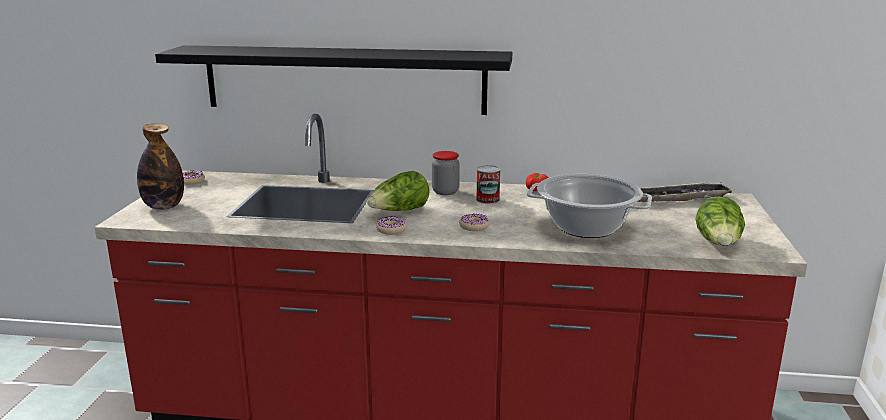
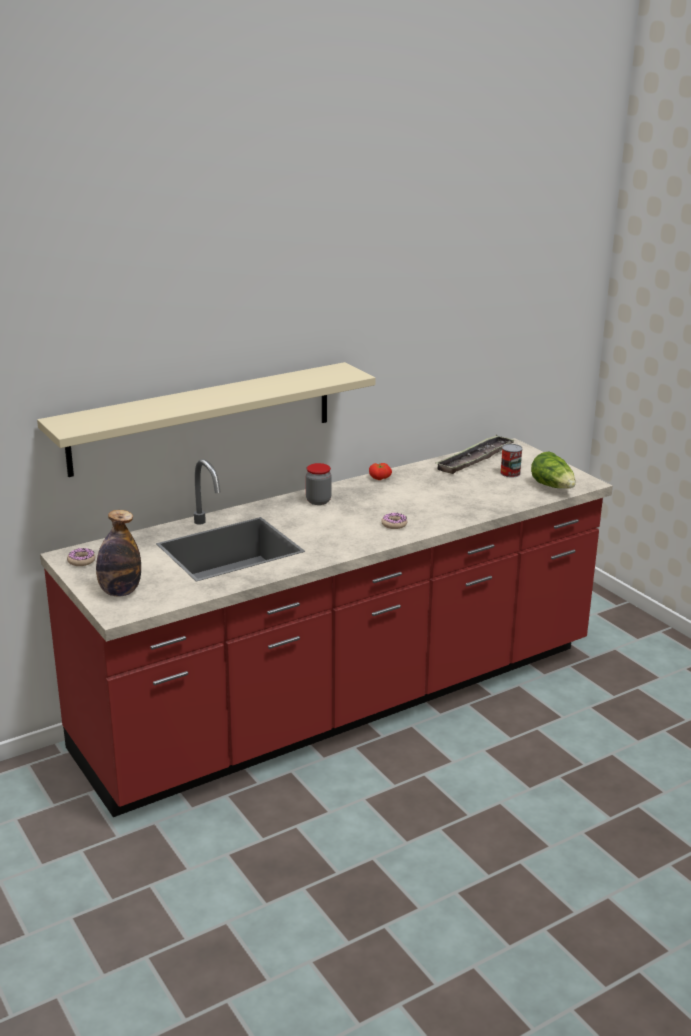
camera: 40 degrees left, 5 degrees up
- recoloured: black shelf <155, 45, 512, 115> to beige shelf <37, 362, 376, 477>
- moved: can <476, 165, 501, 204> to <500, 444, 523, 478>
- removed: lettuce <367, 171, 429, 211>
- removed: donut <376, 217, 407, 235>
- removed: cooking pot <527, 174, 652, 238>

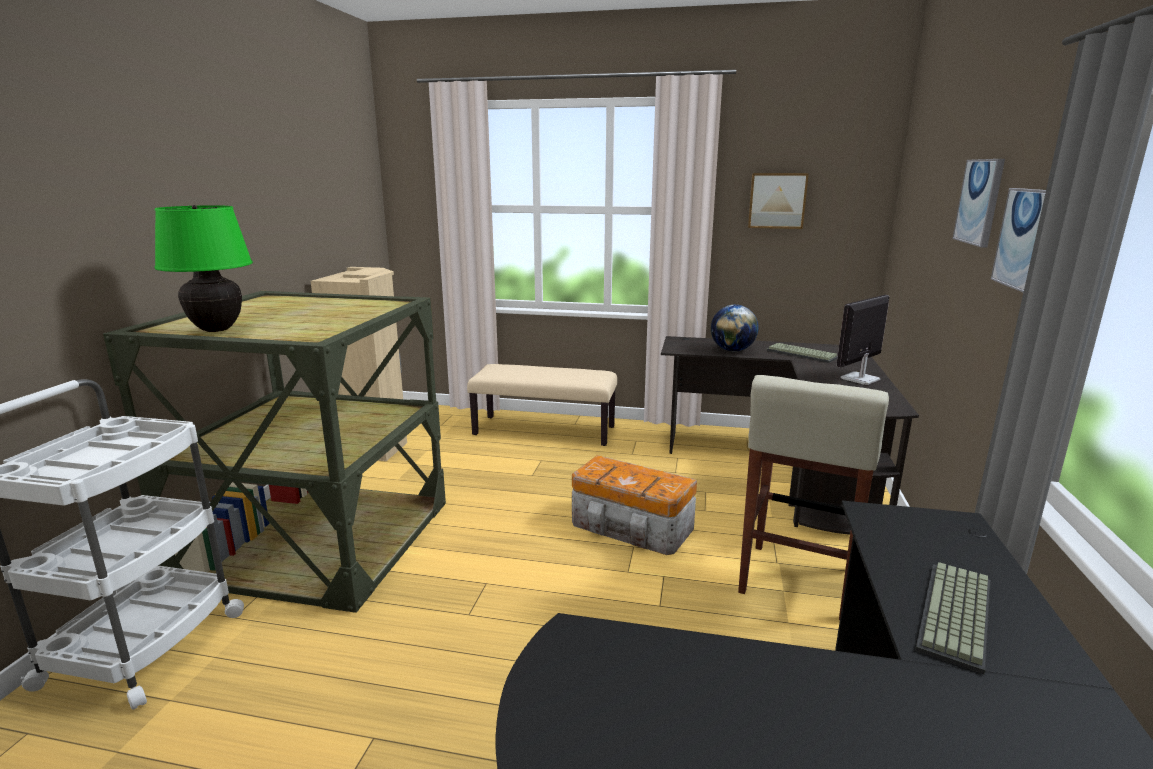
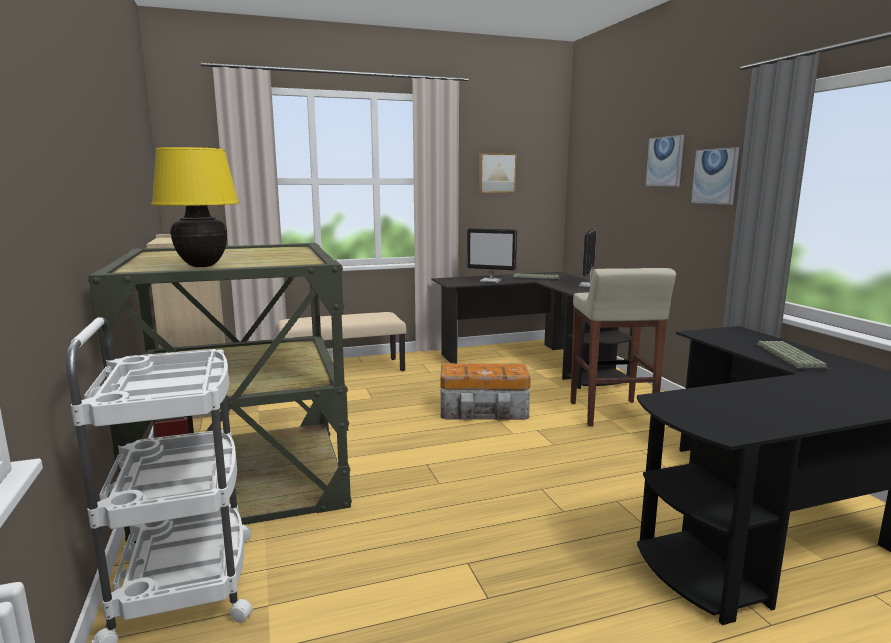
camera: 30 degrees left, 5 degrees down
- recoloured: green table lamp <154, 205, 253, 332> to yellow table lamp <151, 147, 239, 267>
- replaced: globe <711, 305, 759, 351> to monitor <467, 228, 517, 283>

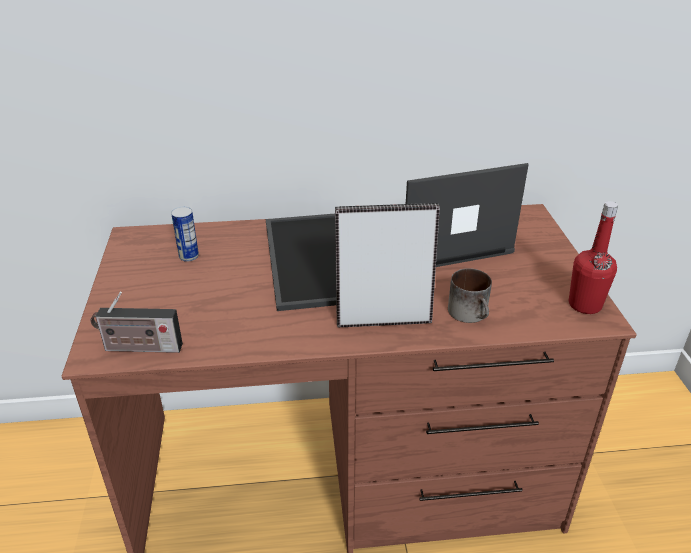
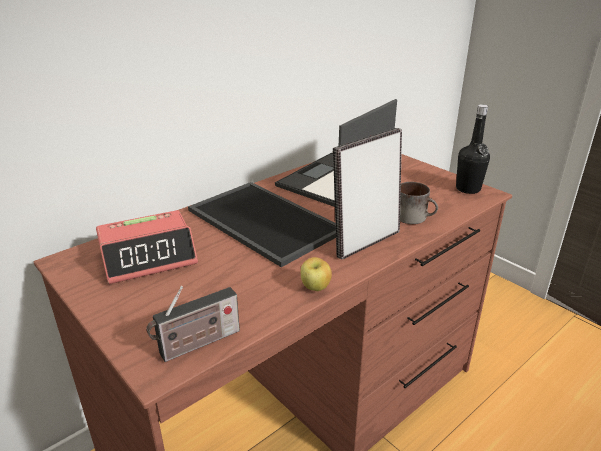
camera: 35 degrees left, 5 degrees down
- replaced: can <171, 207, 199, 262> to alarm clock <96, 210, 198, 284>
- added: apple <301, 257, 332, 291>
- recoloured: red bottle <569, 201, 618, 314> to black bottle <456, 104, 490, 194>

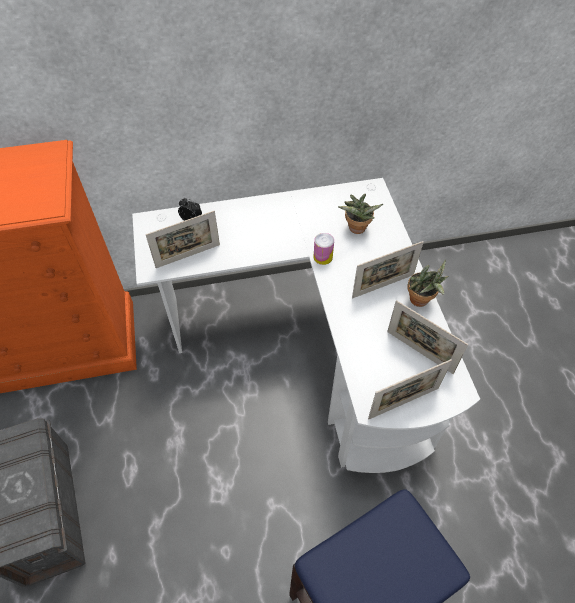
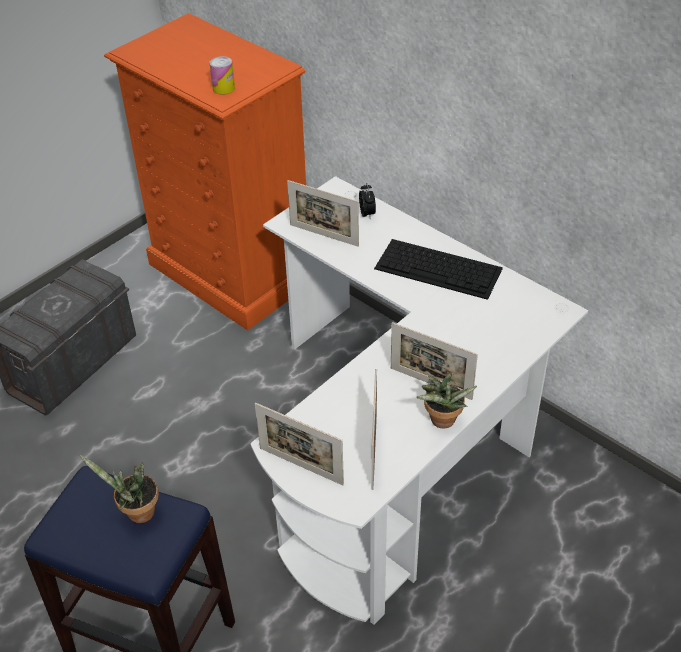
camera: 55 degrees right, 10 degrees down
- moved: potted plant <338, 194, 383, 234> to <80, 455, 159, 523>
- moved: can <314, 233, 334, 265> to <210, 56, 235, 95>
- added: keyboard <374, 239, 503, 300>

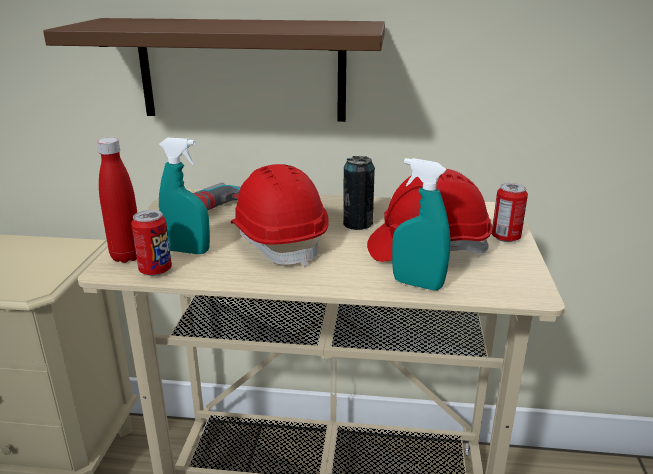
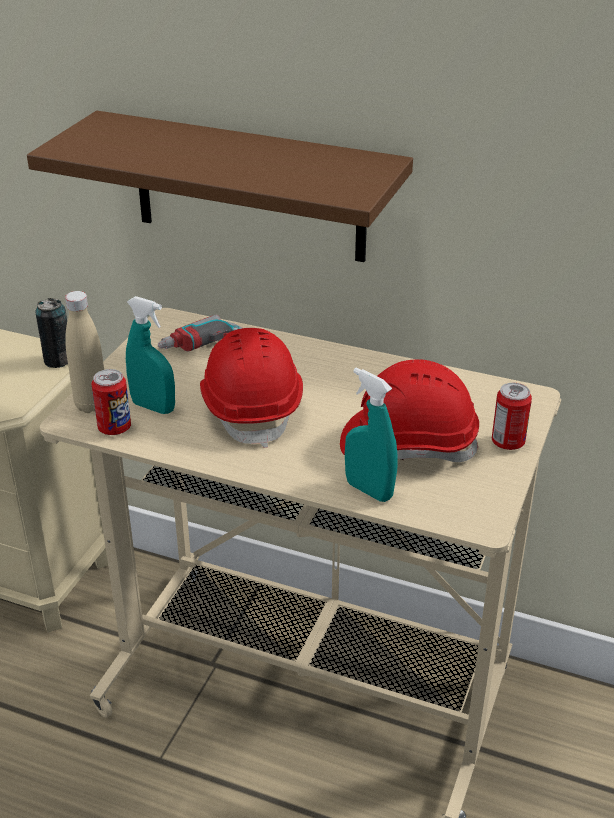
camera: 15 degrees right, 10 degrees up
- moved: can <343, 156, 375, 230> to <35, 298, 68, 368>
- recoloured: red bottle <97, 138, 137, 263> to beige bottle <65, 291, 104, 413>

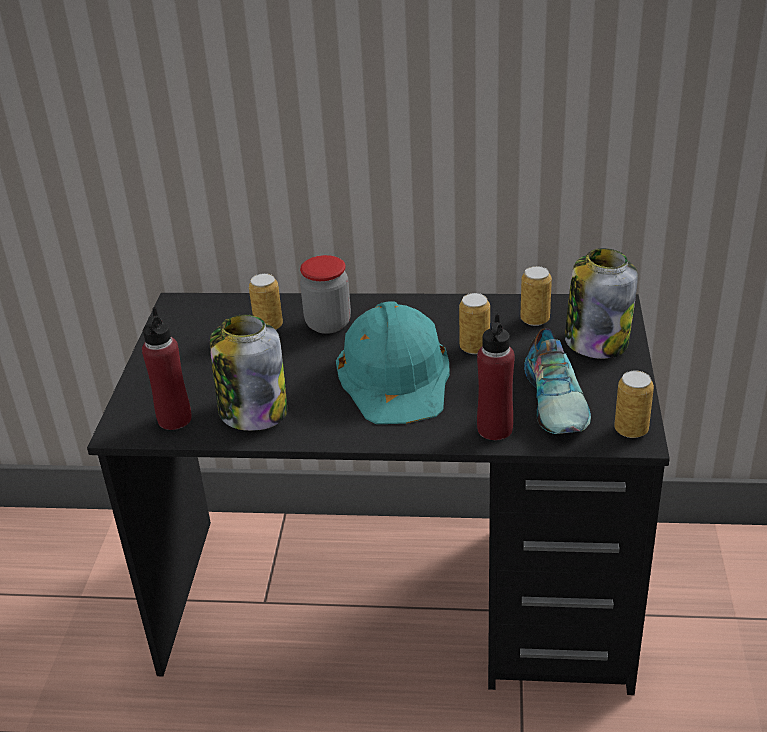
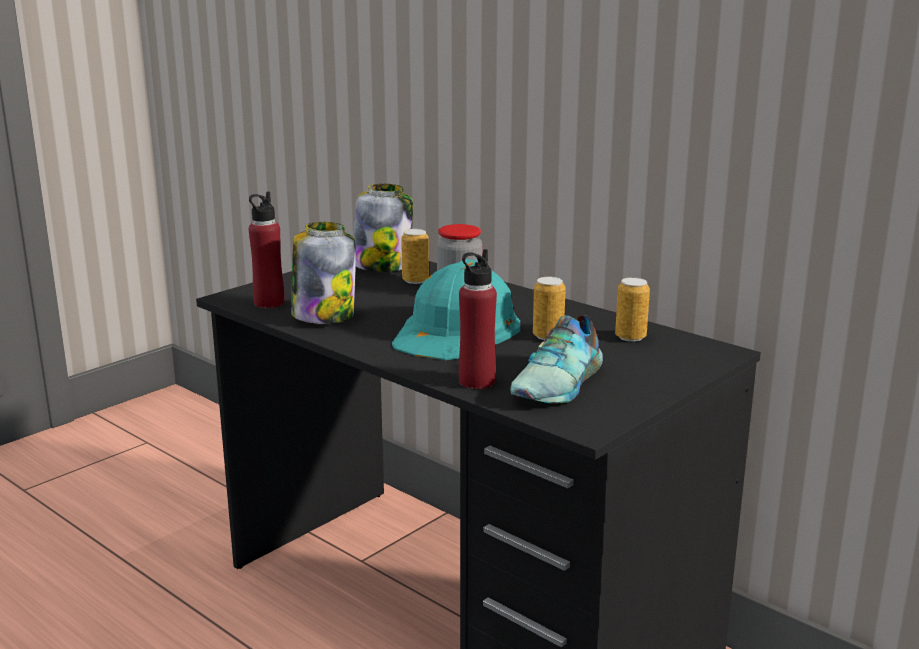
camera: 35 degrees right, 15 degrees down
- moved: jar <565, 248, 638, 359> to <354, 184, 413, 272>
- removed: can <614, 371, 654, 438>

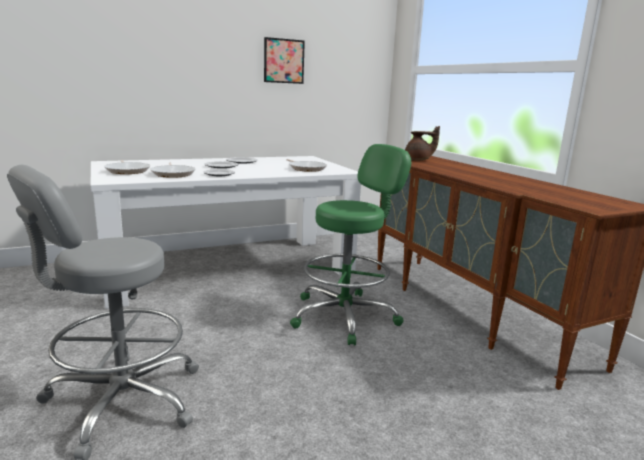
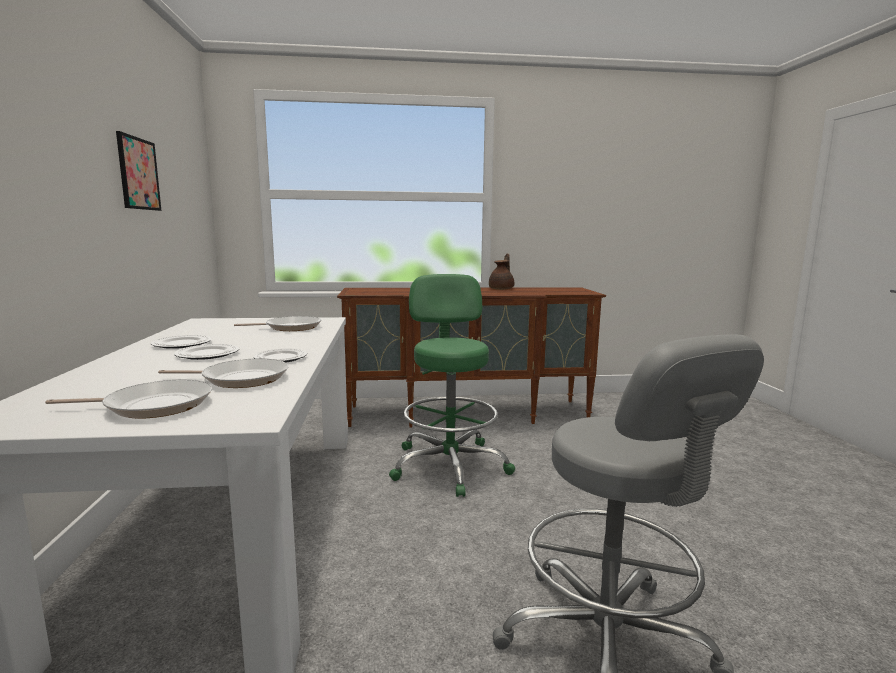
camera: 70 degrees left, 5 degrees down
- moved: brown teapot <405, 126, 440, 161> to <489, 254, 514, 290>

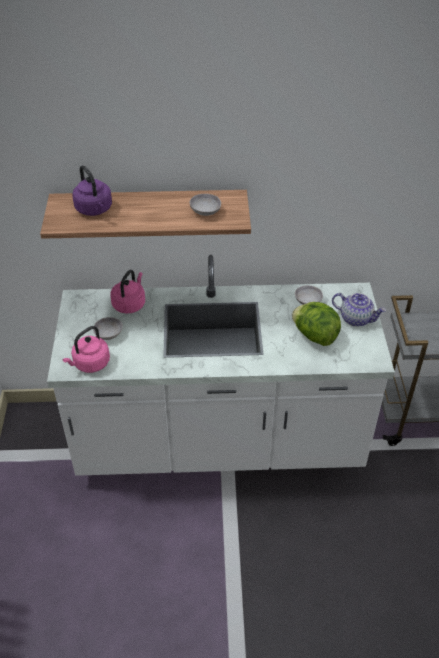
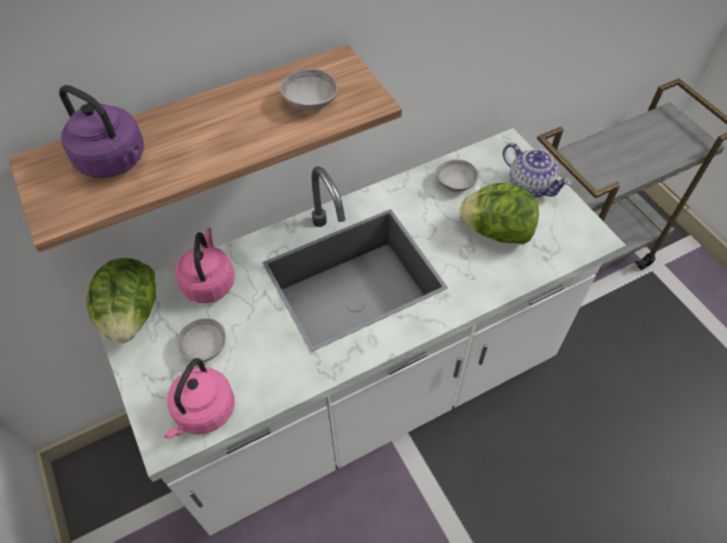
camera: 25 degrees left, 10 degrees up
- added: lettuce <86, 258, 156, 343>
- turned: teapot <332, 293, 386, 327> = <503, 143, 571, 198> 45 degrees clockwise

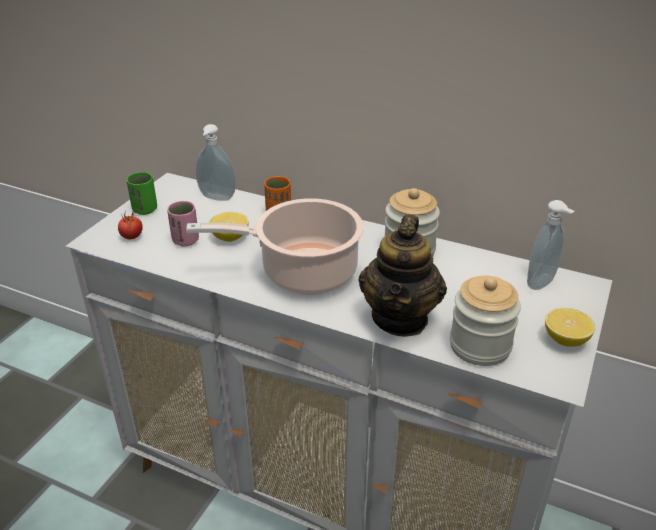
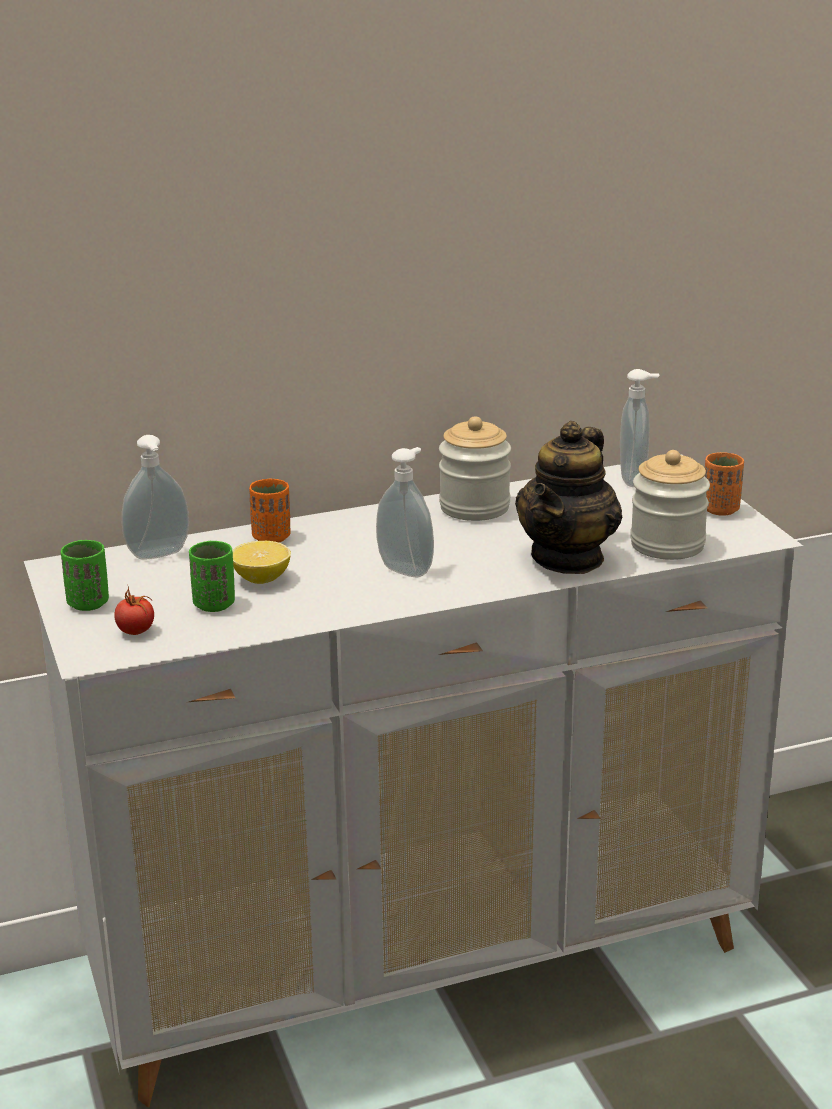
camera: 45 degrees left, 10 degrees down
- recoloured: pink cup <167, 201, 199, 246> to green cup <189, 540, 235, 612>
- replaced: cooking pot <186, 198, 364, 295> to soap dispenser <376, 447, 434, 577>
- turned: teapot <358, 215, 447, 337> = <515, 421, 622, 574> 60 degrees clockwise
- replaced: lemon <545, 308, 595, 346> to orange cup <705, 452, 744, 516>

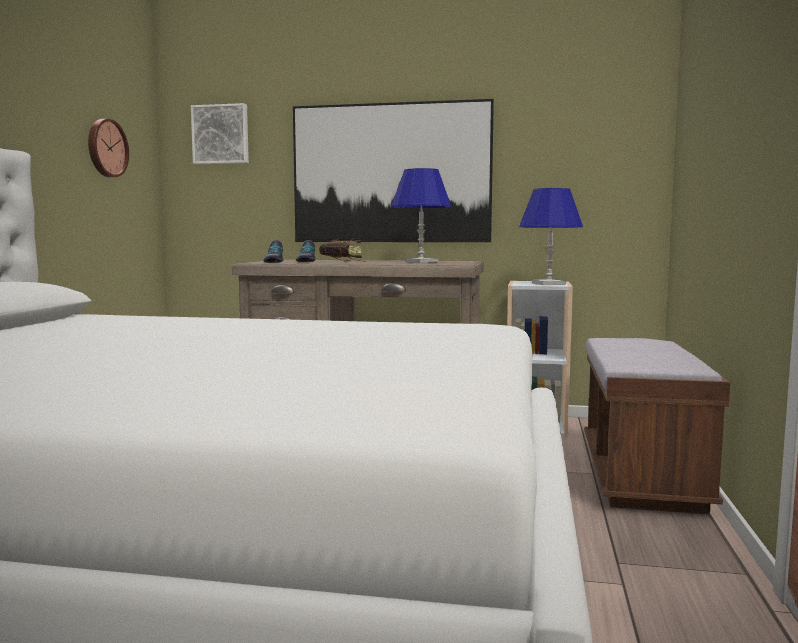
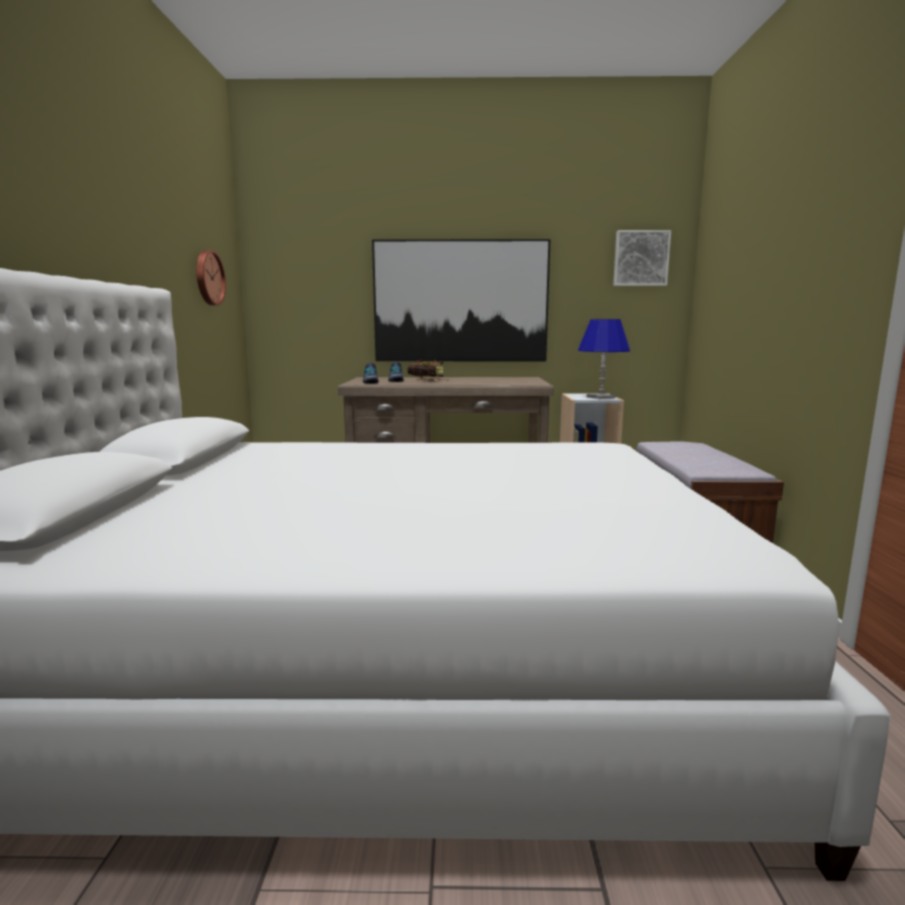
camera: 10 degrees left, 5 degrees up
- moved: picture <191, 103, 249, 164> to <613, 230, 671, 286>
- removed: blue table lamp <391, 168, 451, 263>

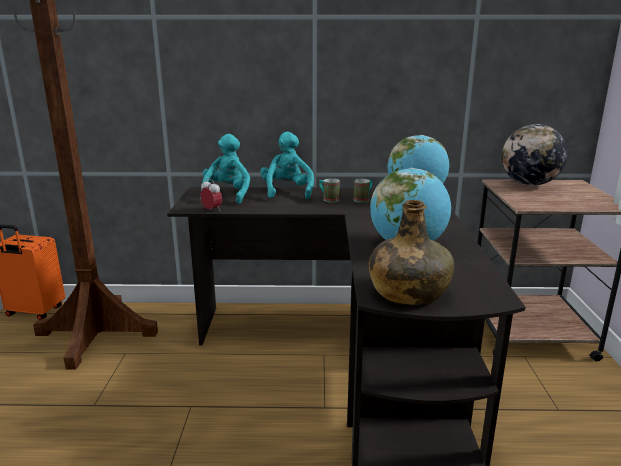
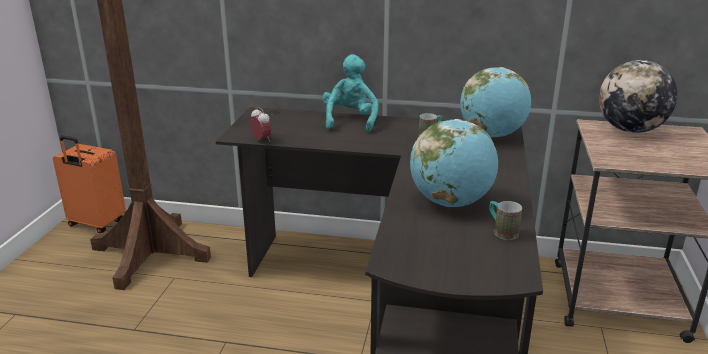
camera: 10 degrees right, 5 degrees up
- moved: mug <319, 178, 340, 202> to <489, 201, 522, 240>
- removed: turquoise plush toy <200, 134, 250, 204>
- removed: green bottle <369, 200, 454, 305>

